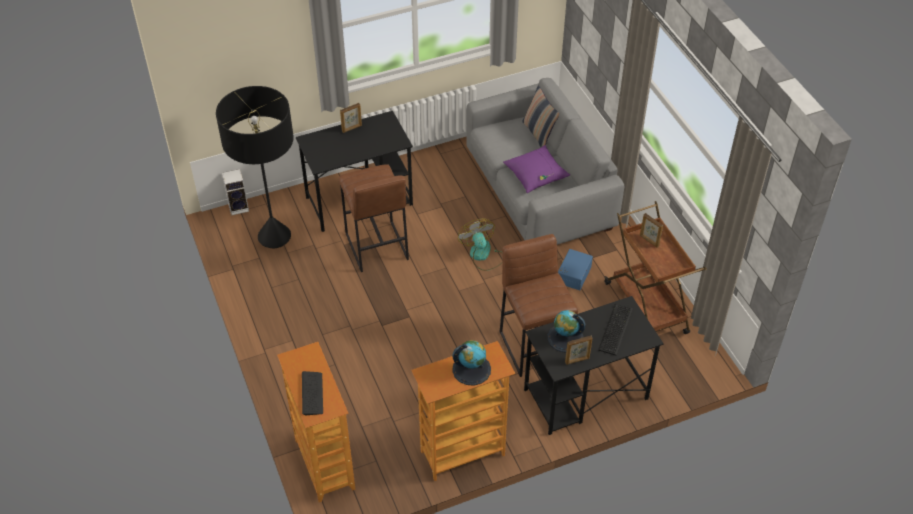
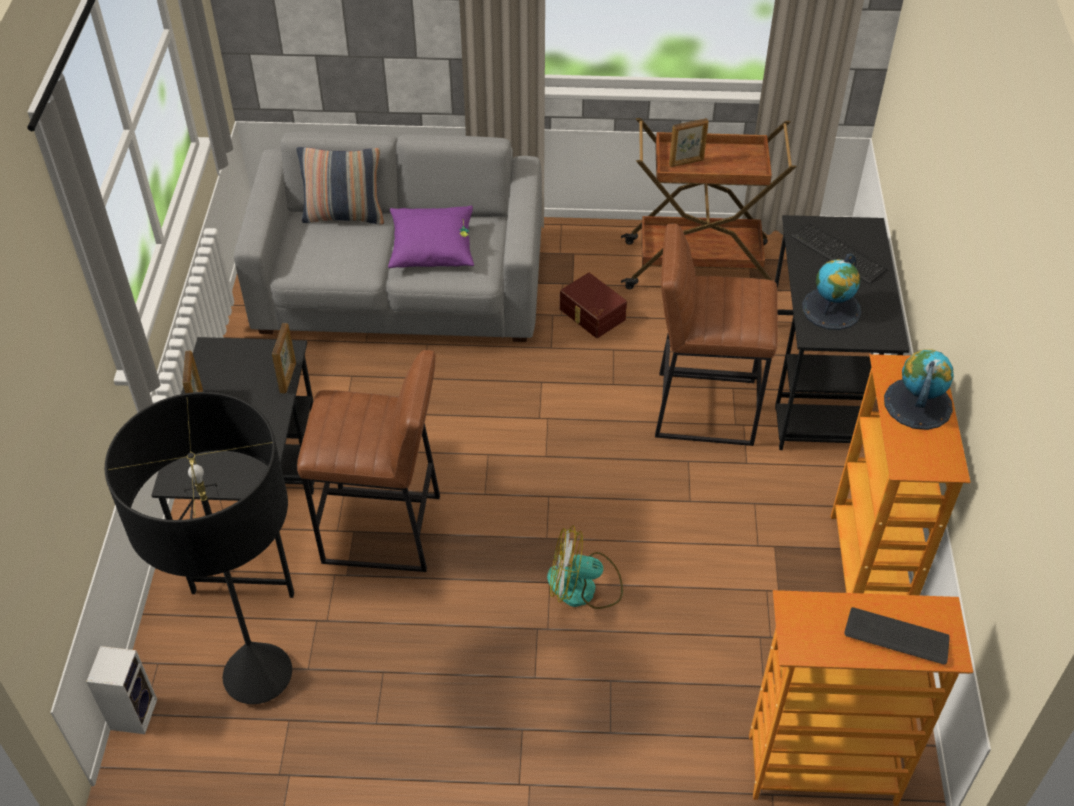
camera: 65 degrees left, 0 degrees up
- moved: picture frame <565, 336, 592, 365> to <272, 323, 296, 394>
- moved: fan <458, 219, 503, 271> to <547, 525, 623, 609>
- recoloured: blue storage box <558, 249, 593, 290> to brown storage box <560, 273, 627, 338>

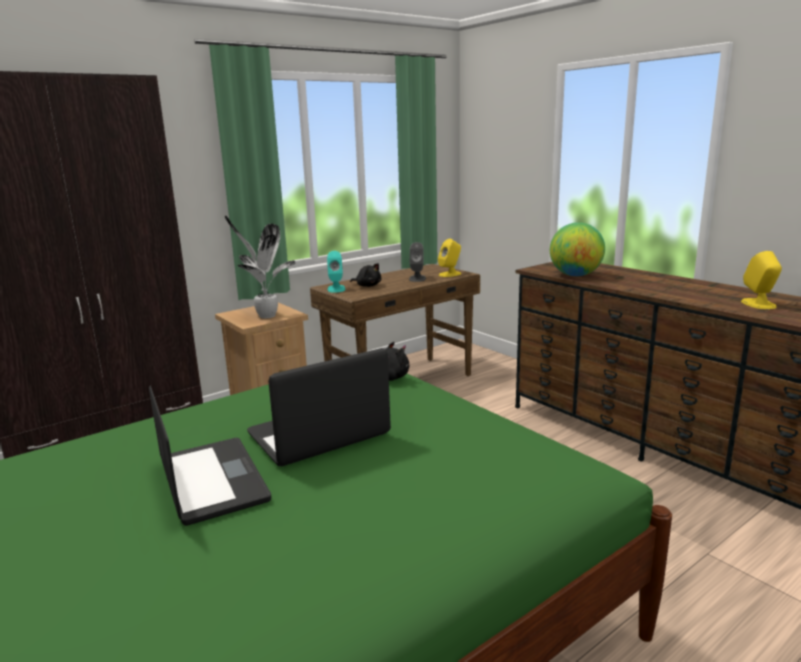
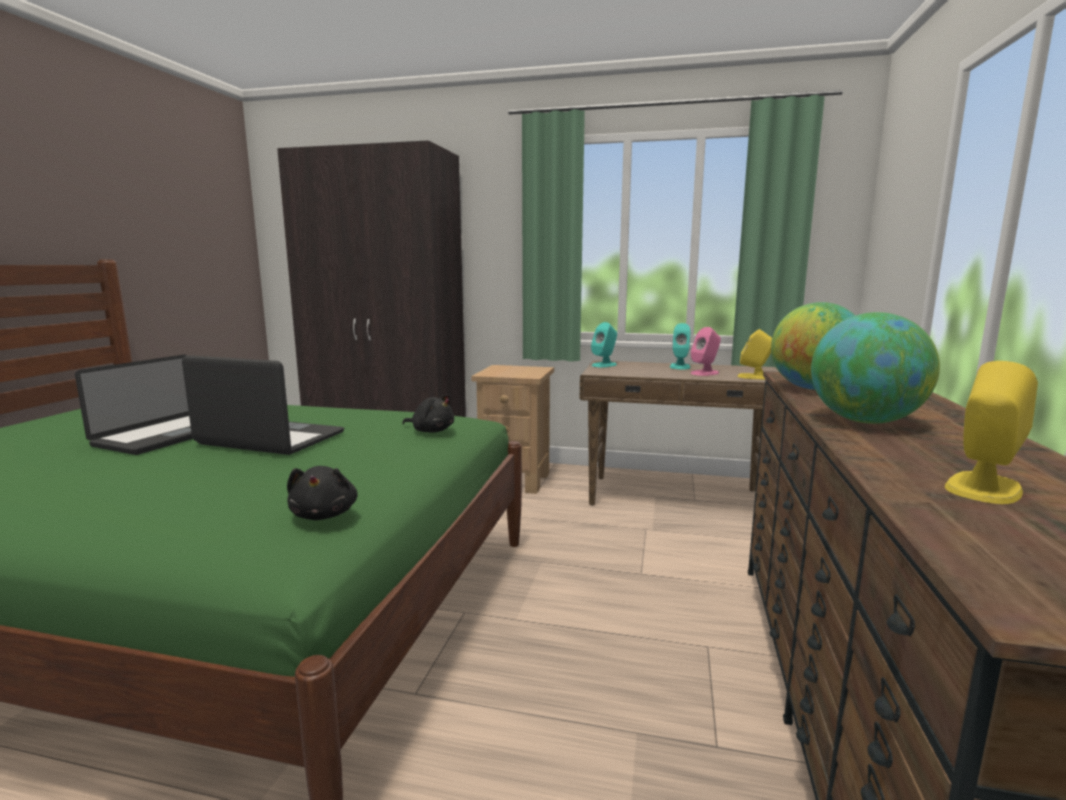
camera: 50 degrees right, 5 degrees down
- moved: black plush toy <350, 263, 381, 287> to <287, 466, 358, 520>
- added: turquoise speaker <670, 323, 691, 369>
- recoloured: grey speaker <409, 242, 426, 282> to pink speaker <690, 327, 721, 376>
- added: globe <811, 312, 940, 424>
- removed: potted plant <225, 216, 296, 318>

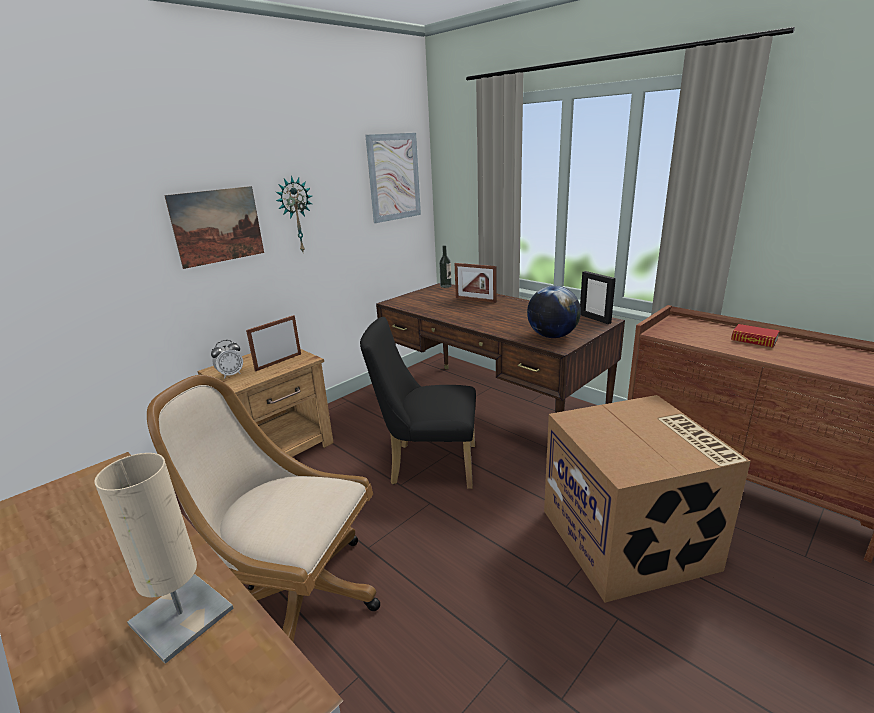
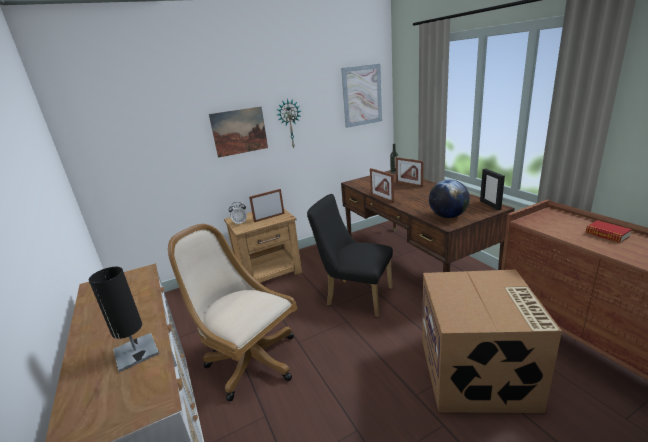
camera: 20 degrees right, 0 degrees up
- recoloured: beige table lamp <94, 453, 234, 664> to black table lamp <89, 267, 159, 372>
- added: picture frame <370, 168, 394, 203>

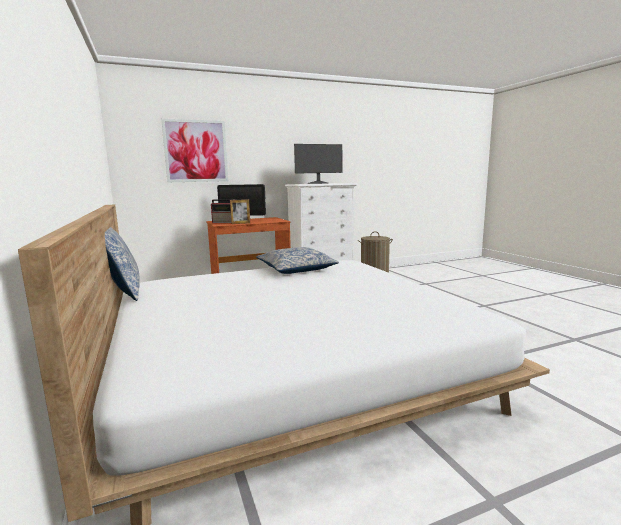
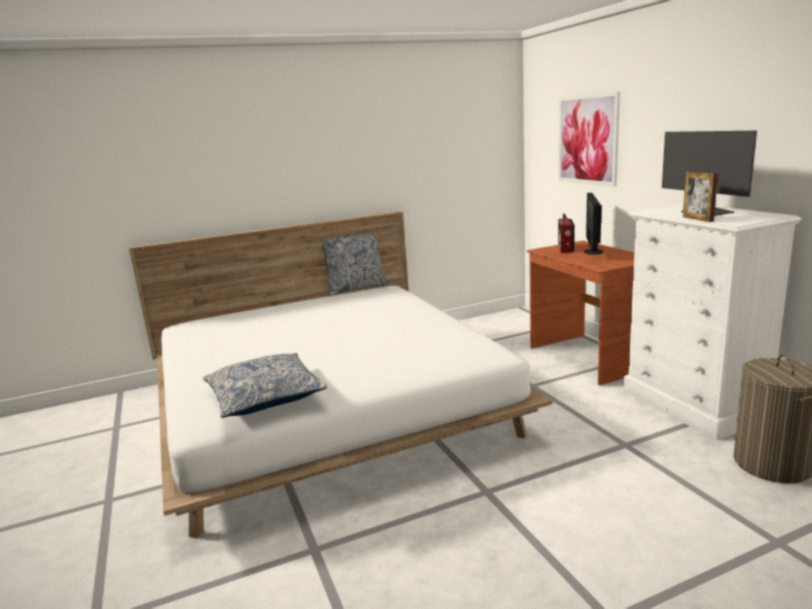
camera: 90 degrees right, 5 degrees up
- moved: pillow <256, 247, 339, 274> to <203, 353, 327, 418>
- moved: picture frame <230, 199, 250, 224> to <683, 171, 718, 222>

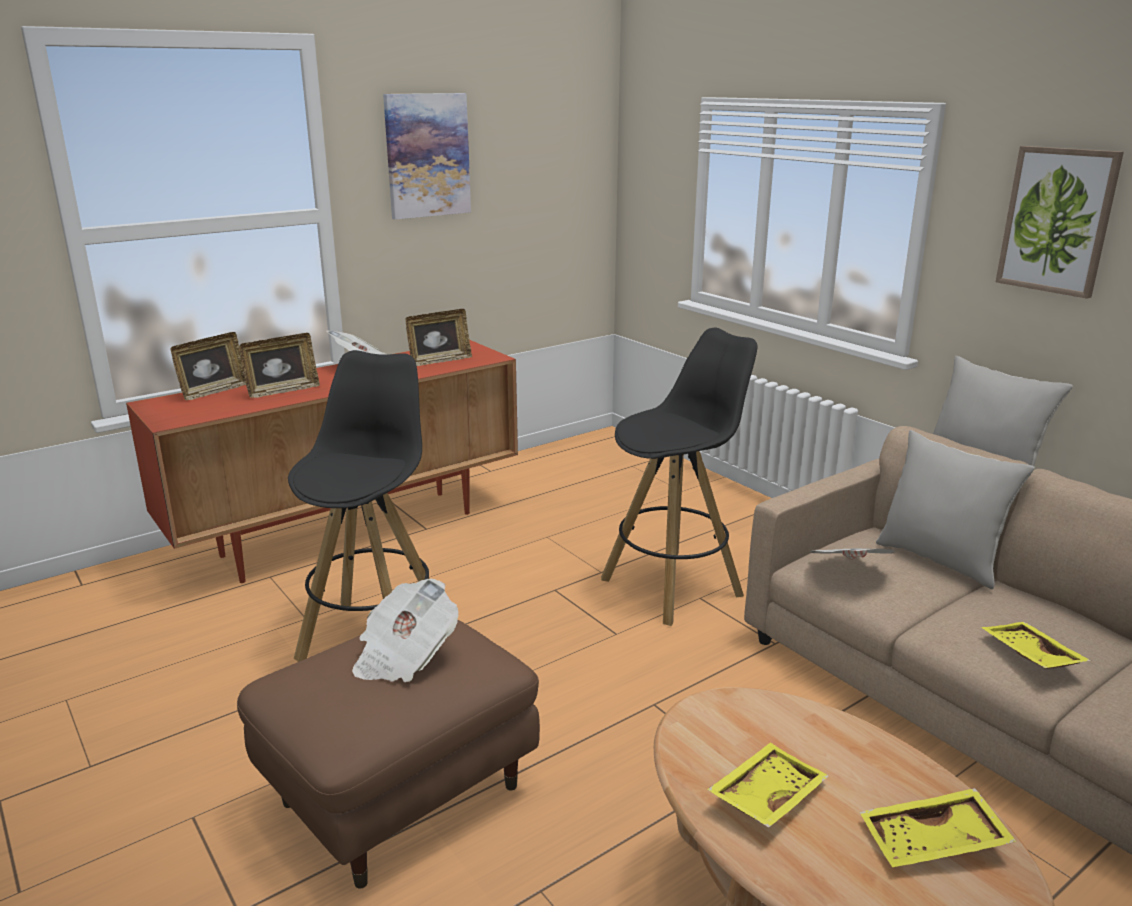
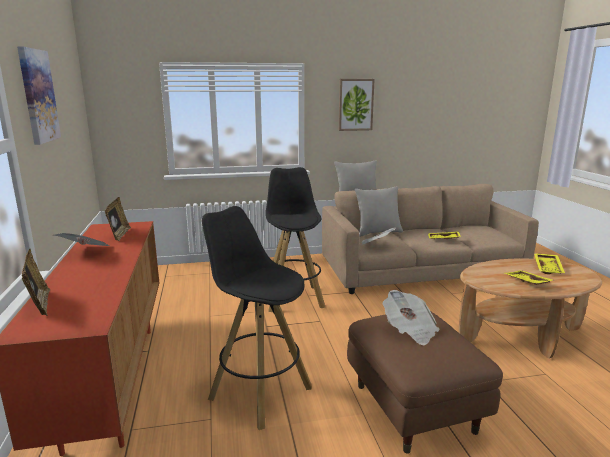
camera: 65 degrees left, 5 degrees down
- removed: picture frame <239, 333, 320, 398>

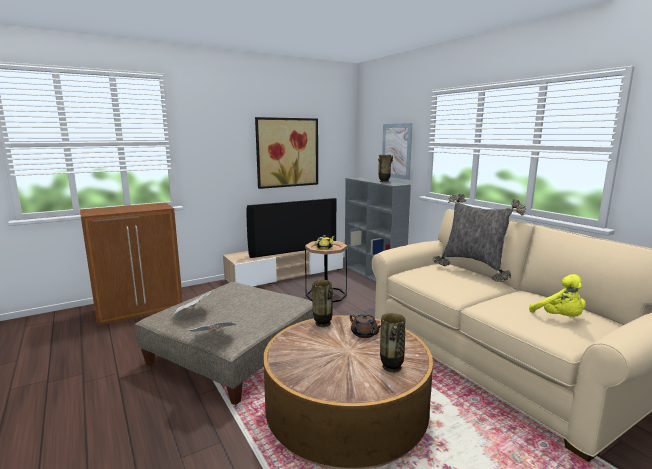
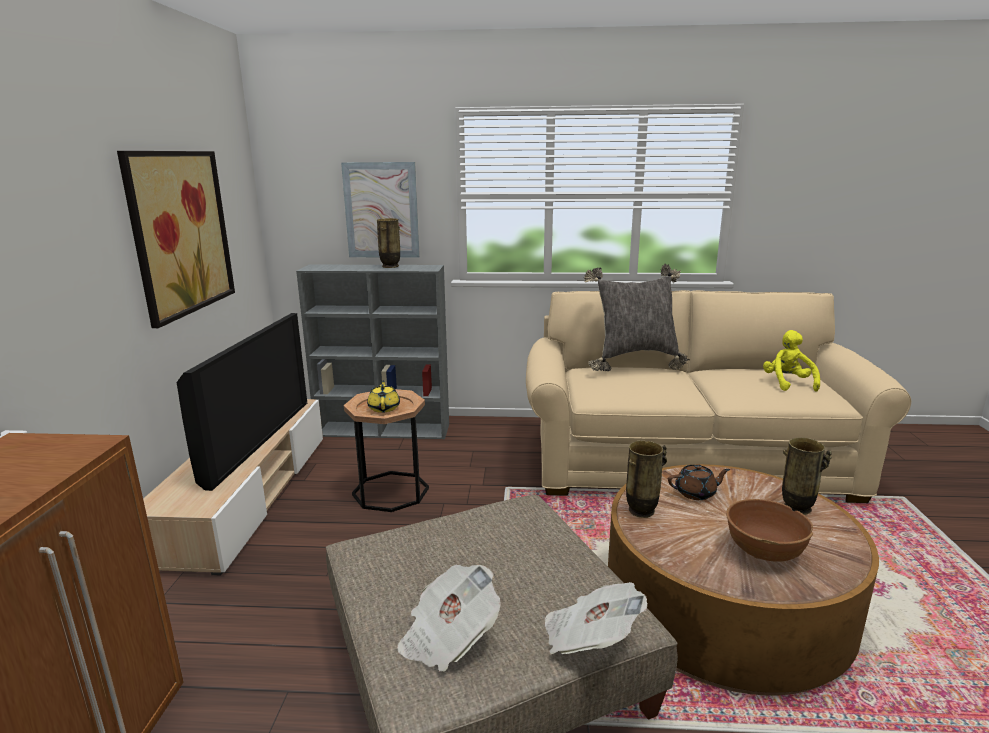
camera: 55 degrees left, 5 degrees up
- added: brown bowl <726, 499, 813, 562>
- turned: yellow plush toy <529, 274, 586, 317> = <763, 330, 820, 392> 105 degrees counterclockwise

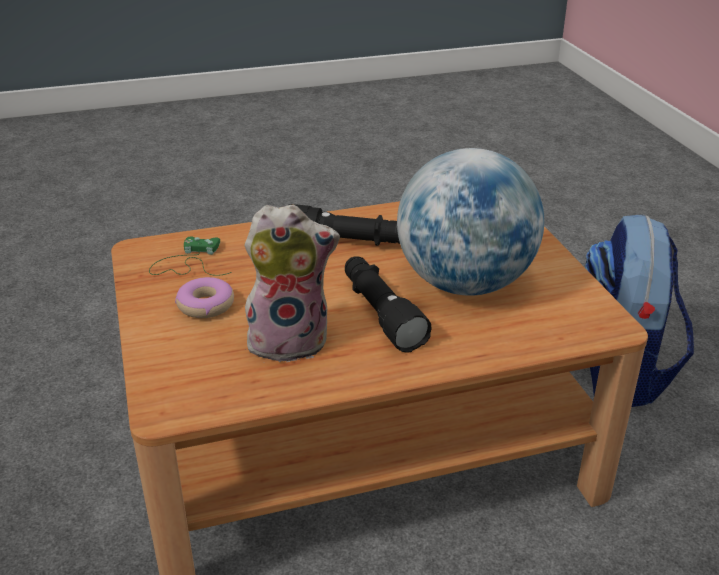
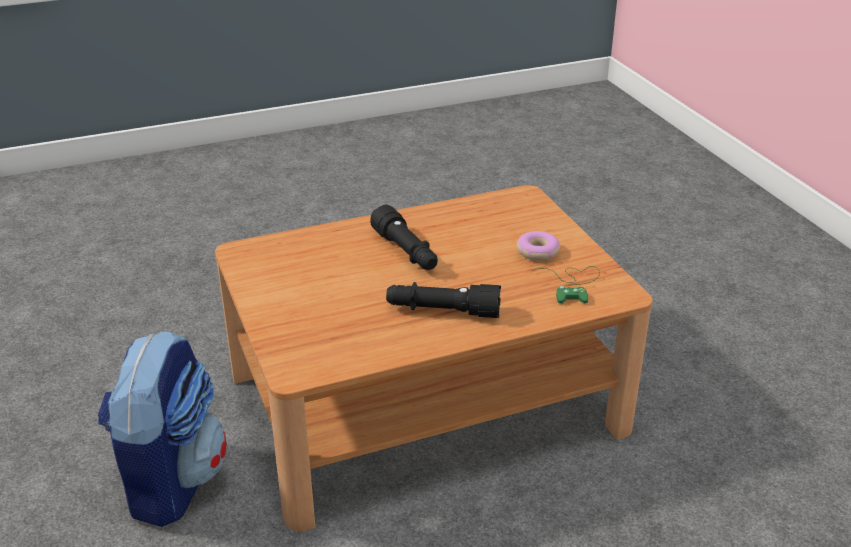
camera: 175 degrees right, 0 degrees up
- removed: plush toy <244, 204, 340, 363>
- removed: globe <397, 148, 544, 296>

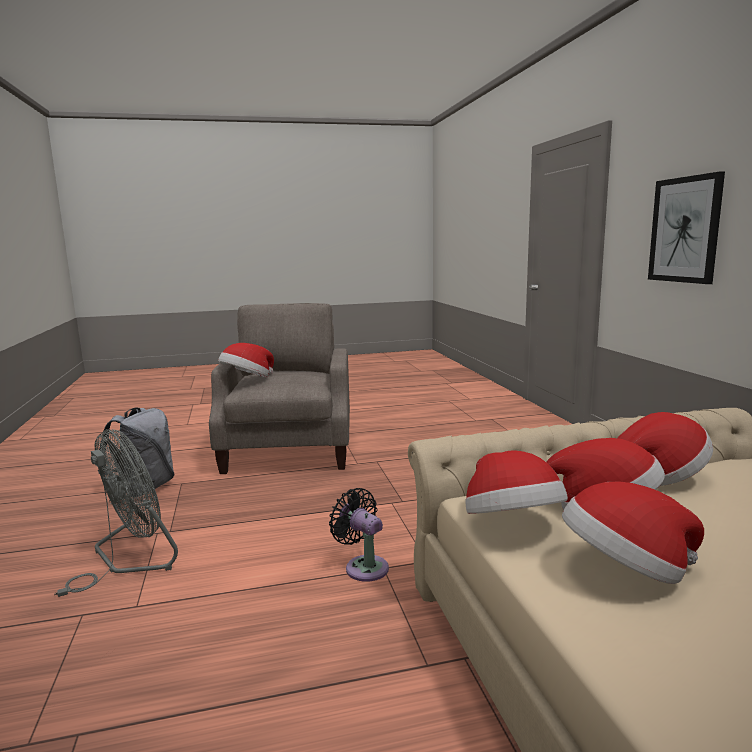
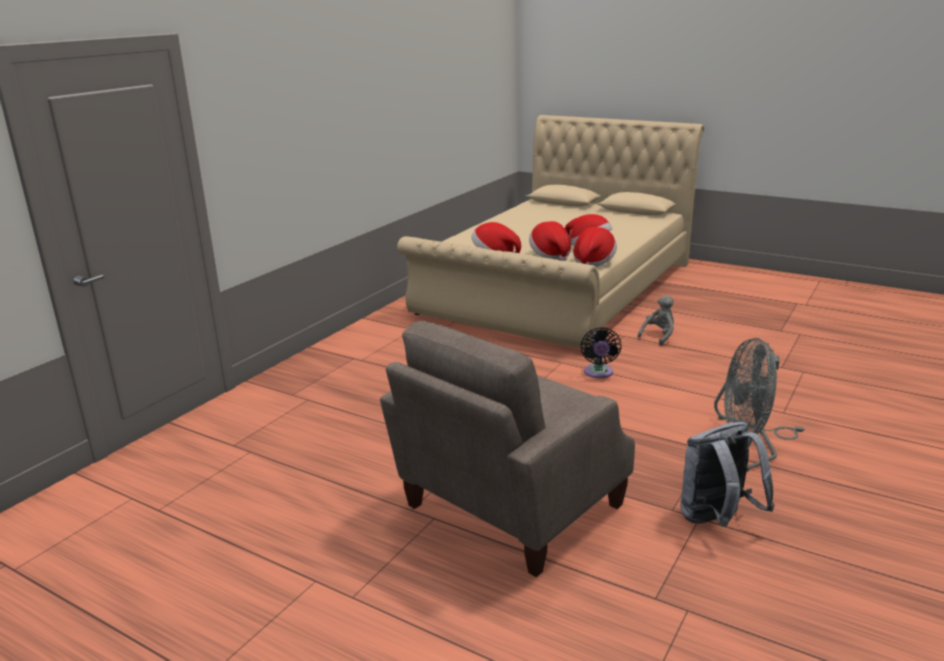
camera: 135 degrees left, 10 degrees up
- added: grey plush toy <638, 295, 674, 346>
- removed: hat <218, 343, 274, 378>
- removed: picture <648, 171, 725, 284>

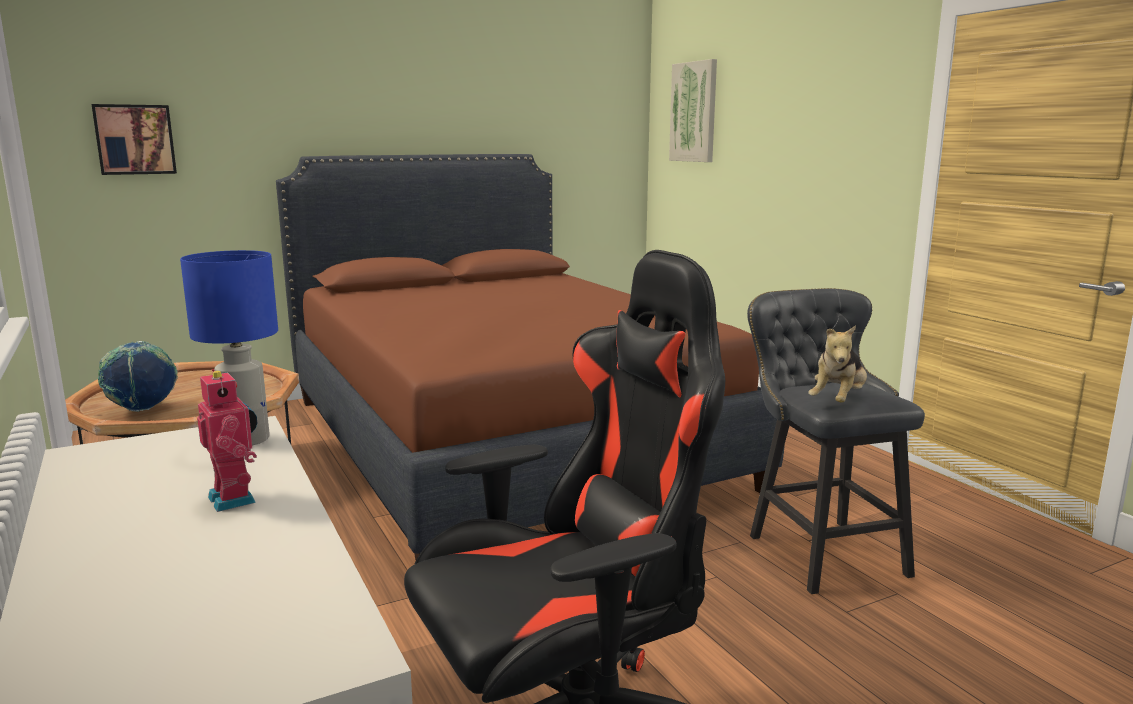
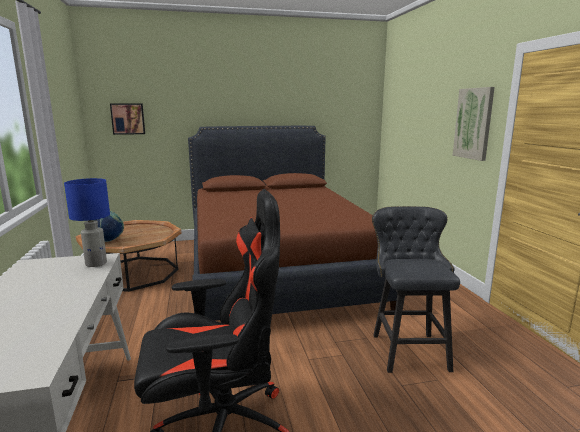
camera: 15 degrees right, 0 degrees up
- moved: picture <669, 59, 717, 162> to <453, 87, 495, 161>
- removed: toy robot <197, 369, 257, 512>
- removed: plush toy <808, 326, 867, 403>

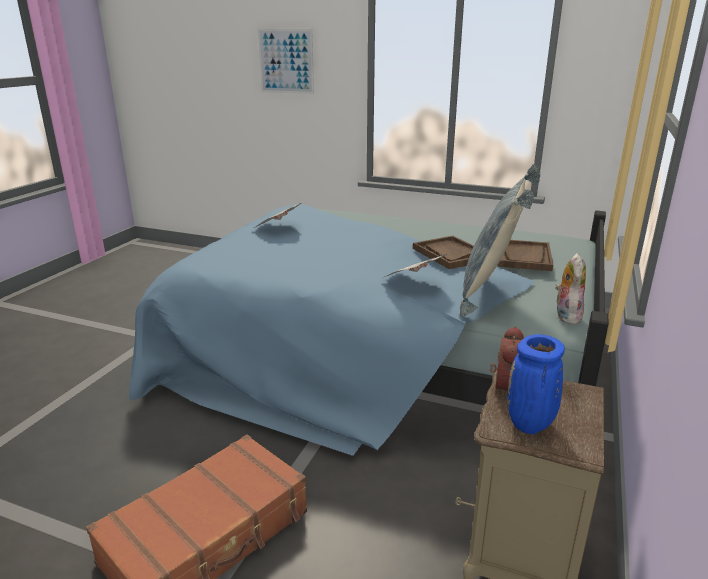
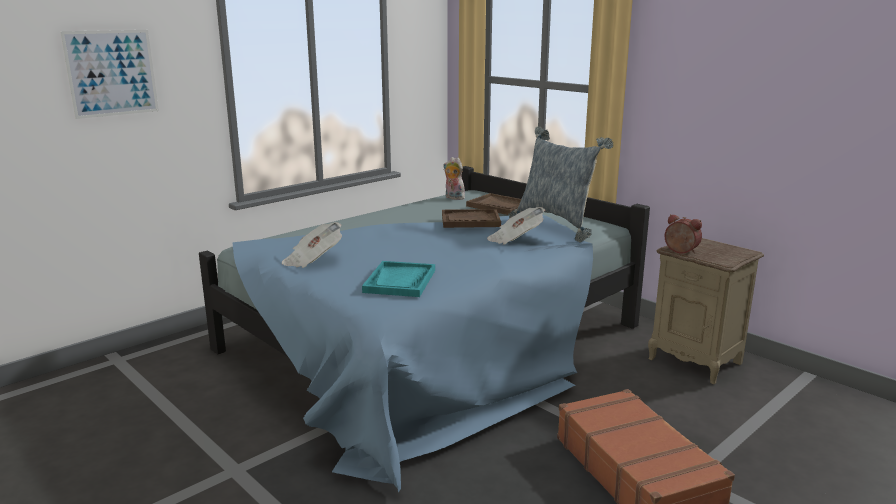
camera: 65 degrees left, 5 degrees down
- added: turquoise tray <362, 261, 435, 297>
- moved: plush toy <555, 253, 586, 325> to <443, 157, 465, 200>
- removed: blue vase <507, 334, 565, 434>

